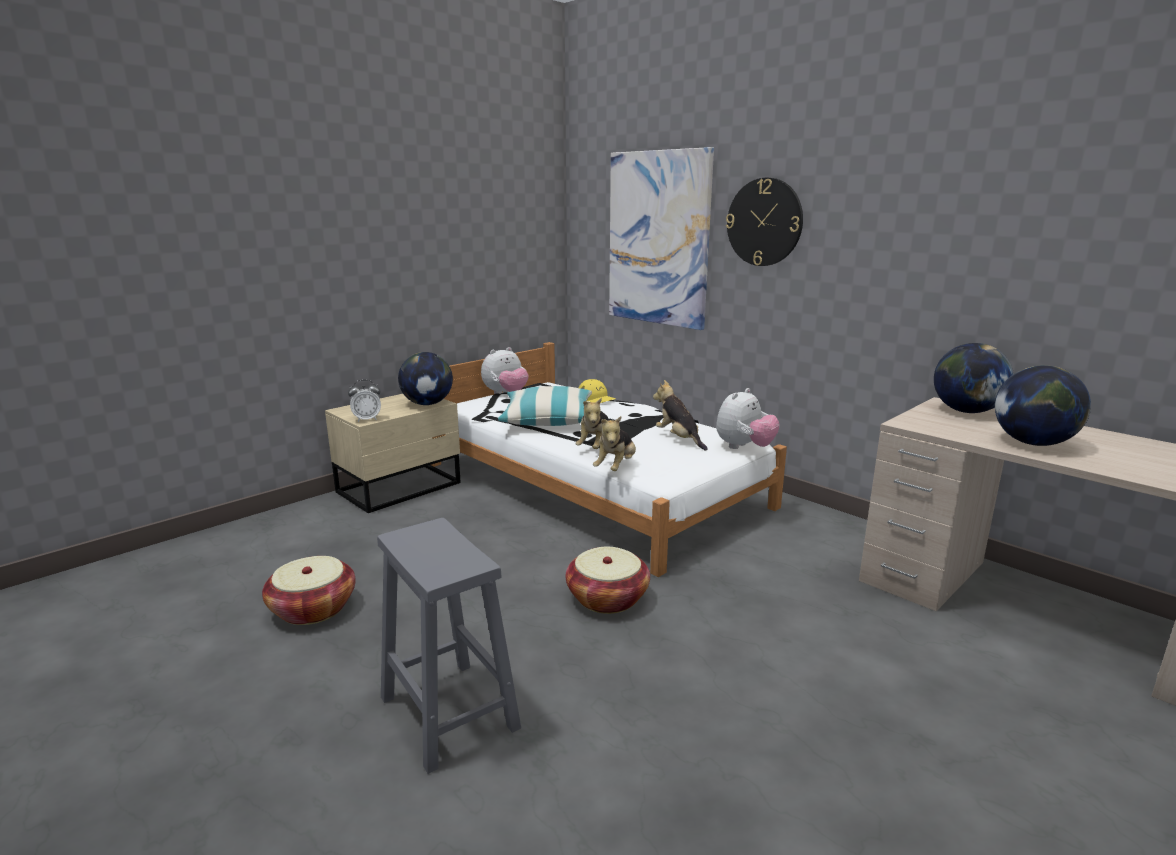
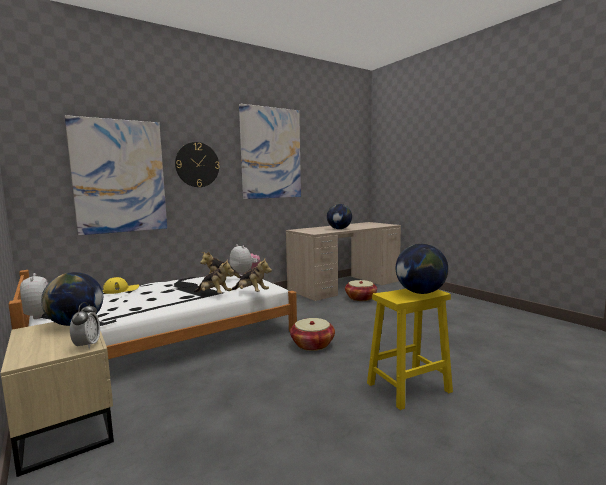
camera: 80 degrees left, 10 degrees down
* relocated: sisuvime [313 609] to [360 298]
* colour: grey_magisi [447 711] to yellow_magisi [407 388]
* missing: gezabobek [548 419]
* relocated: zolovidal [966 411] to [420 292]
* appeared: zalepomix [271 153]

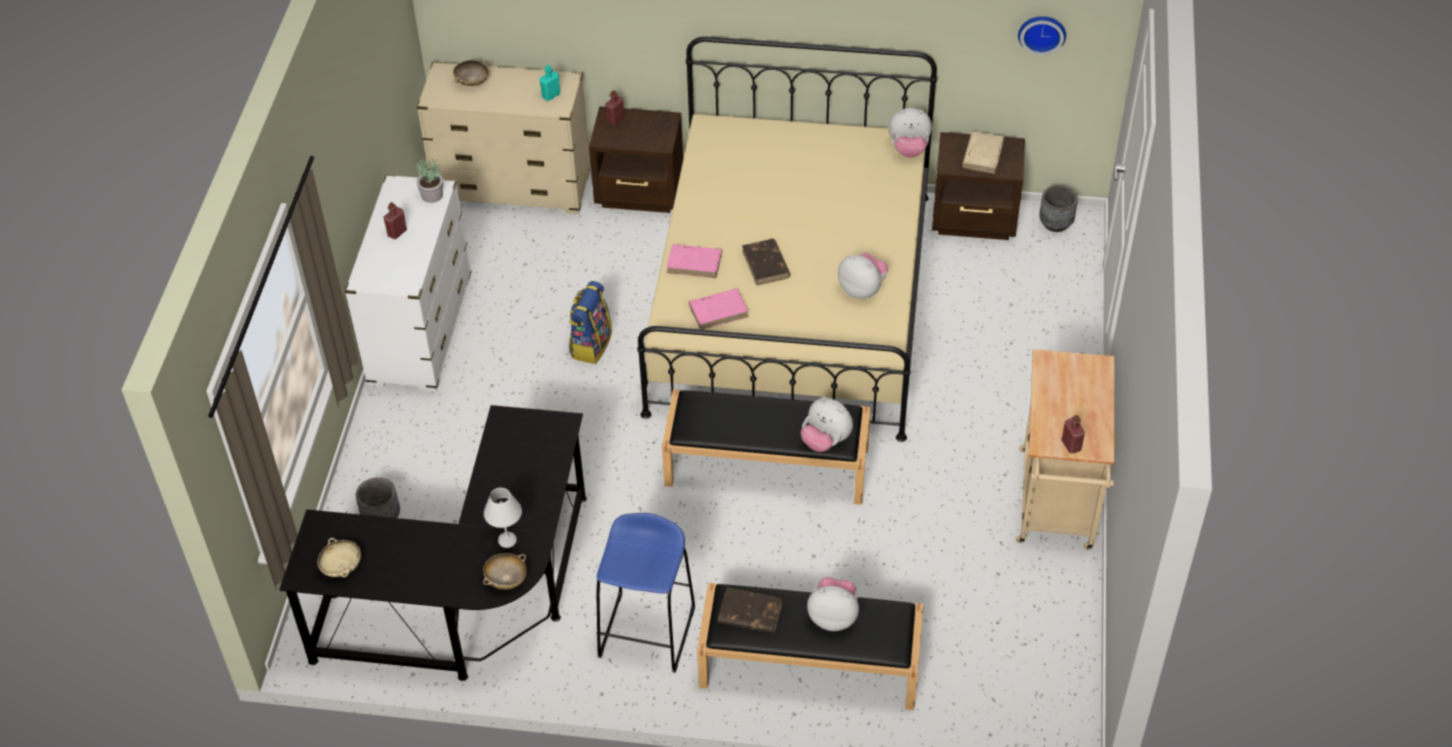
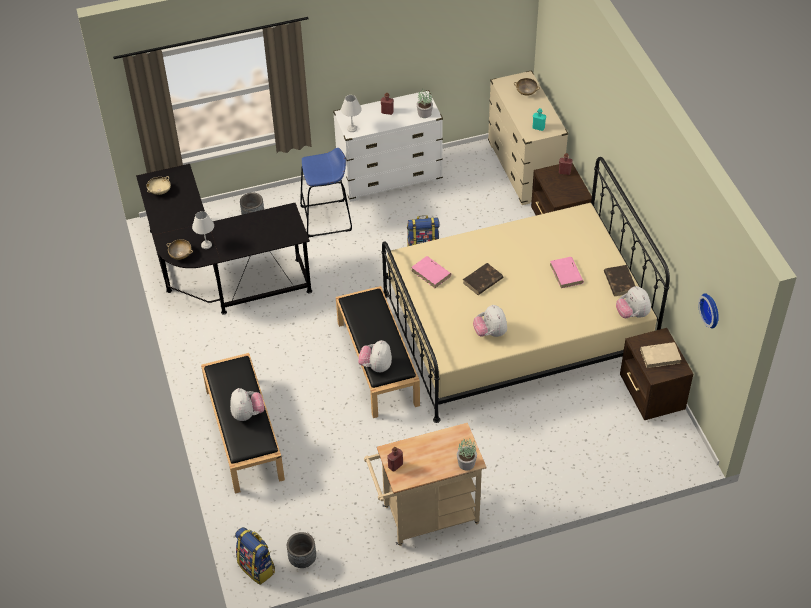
camera: 65 degrees right, 0 degrees up
* relocated: blue_magisi [647 632] to [326 218]
* relocated: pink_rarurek [695 263] to [566 274]
* relocated: brown_rarurek [749 613] to [619 282]
* spun: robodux [862 289] = [490 333] 150 degrees clockwise
* relocated: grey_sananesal [1055 223] to [302 559]
* appeared: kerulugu [257 567]
* appeared: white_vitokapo [351 129]
* appeared: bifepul [466 463]

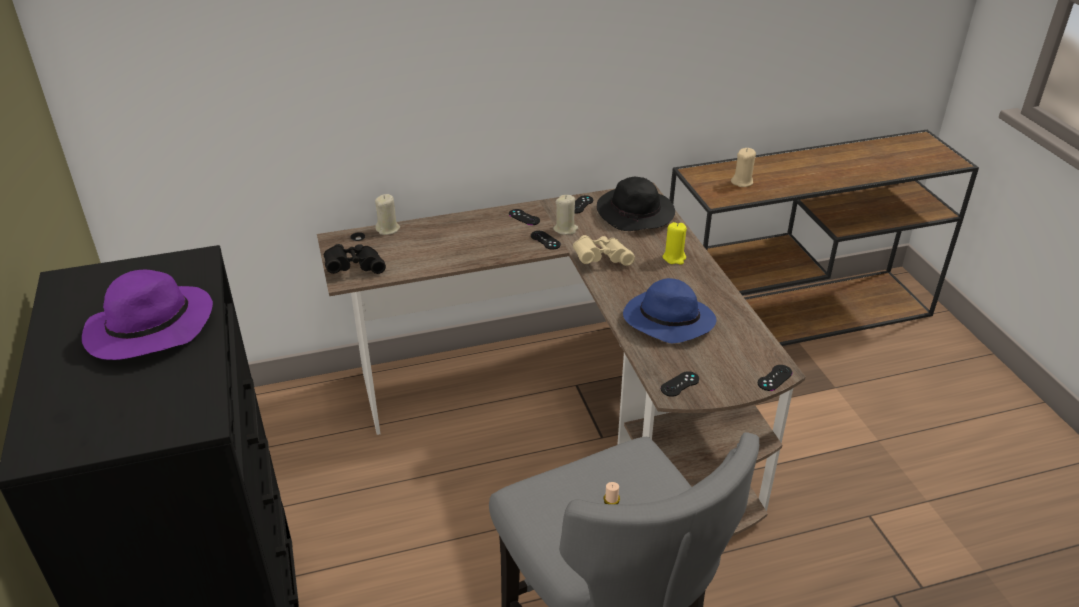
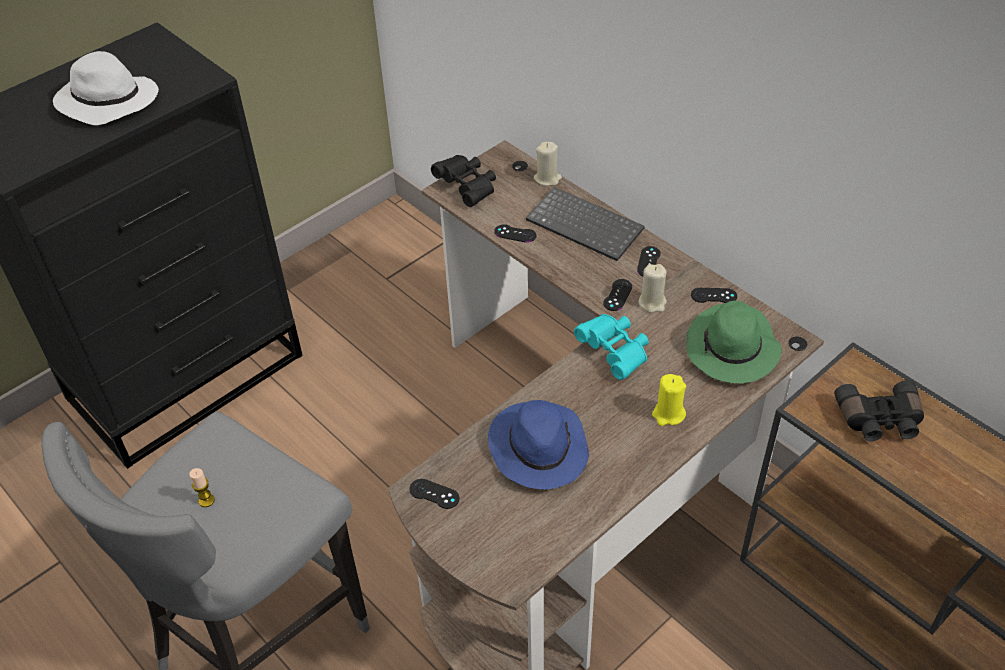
camera: 65 degrees right, 10 degrees up
* colour: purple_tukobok [149 330] to white_tukobok [106 102]
* colour: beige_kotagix [601 259] to turquoise_kotagix [615 353]
* colour: black_tukobok [636 214] to green_tukobok [732 349]
* exchanged: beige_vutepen [742 182] to black_kotagix [879 421]
* relocated: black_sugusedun [774 378] to [515 234]
* appeared: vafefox [587 225]

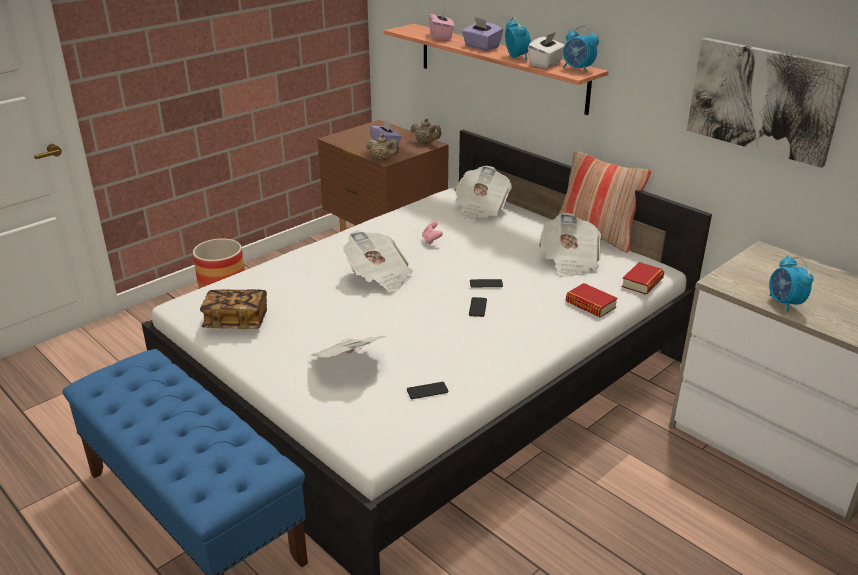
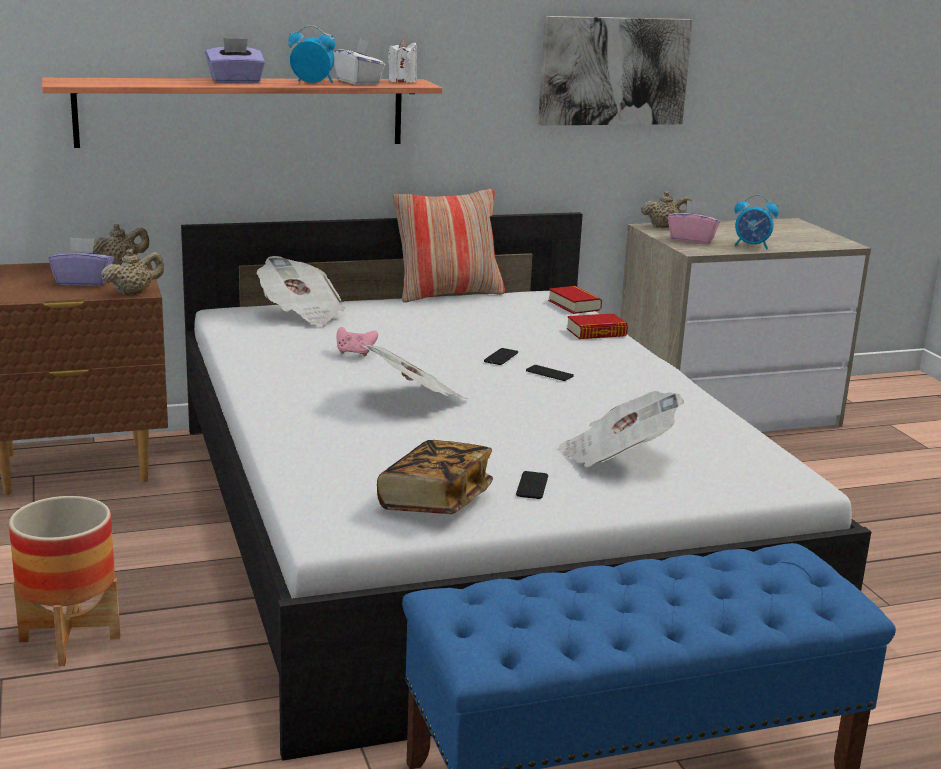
camera: 65 degrees left, 10 degrees down
* relocated: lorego [427 391] to [532 486]
* relocated: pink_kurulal [441 36] to [692 239]
* missing: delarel [569 261]
* exchanged: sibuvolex [578 69] to white_vutepen [402 81]
* appeared: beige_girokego [664 227]

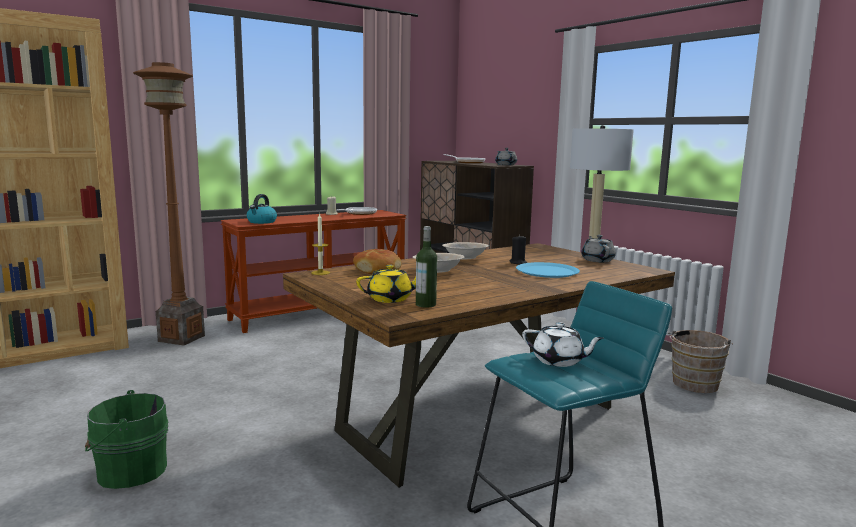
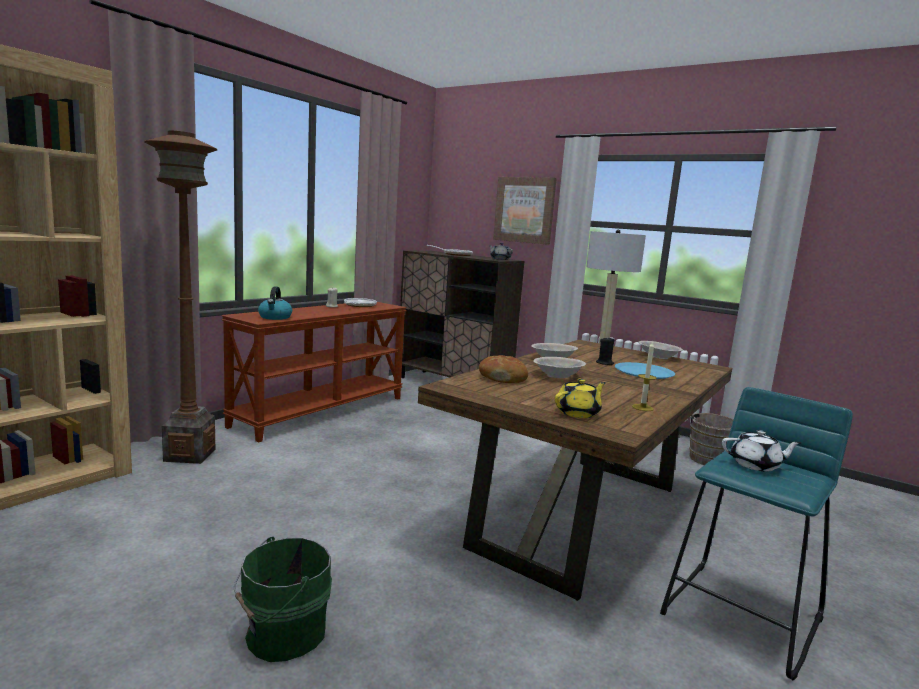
camera: 20 degrees left, 0 degrees up
* relocated: vutepen [320 273] to [642 407]
* missing: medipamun [425 304]
* exchanged: grey_girokego [597 260] to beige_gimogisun [658 357]
* appeared: zalepomix [524 210]

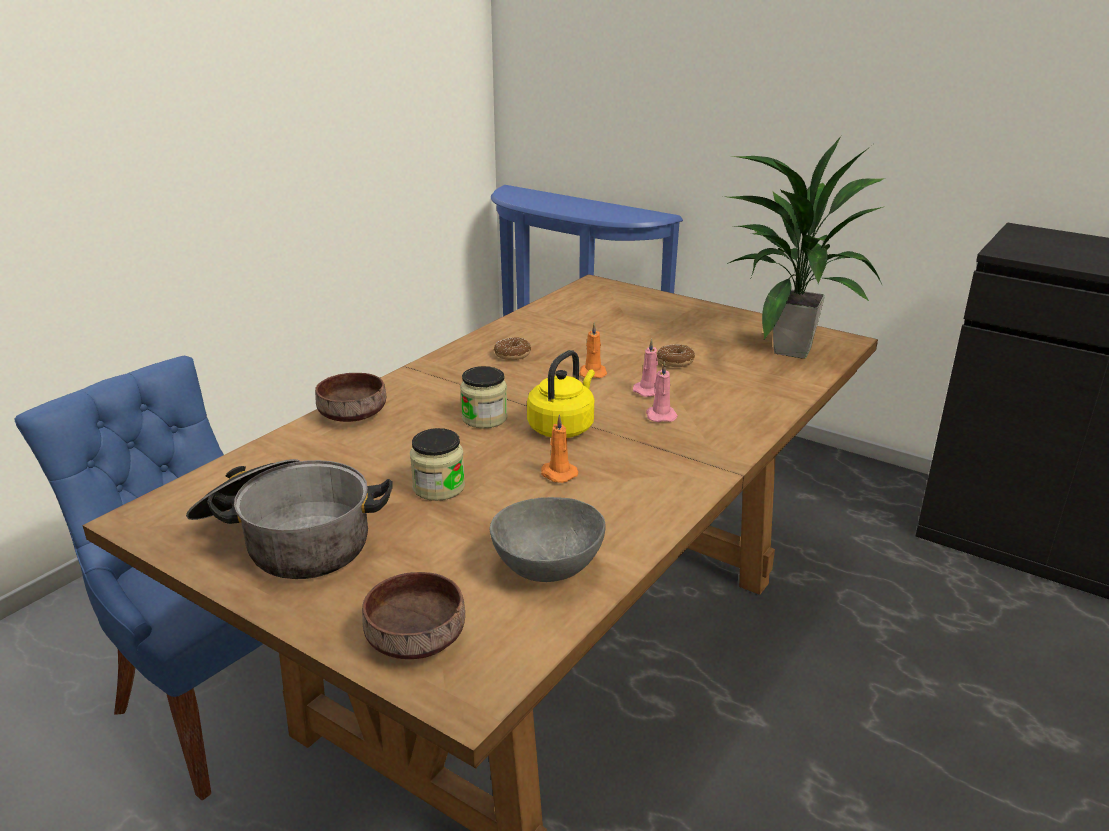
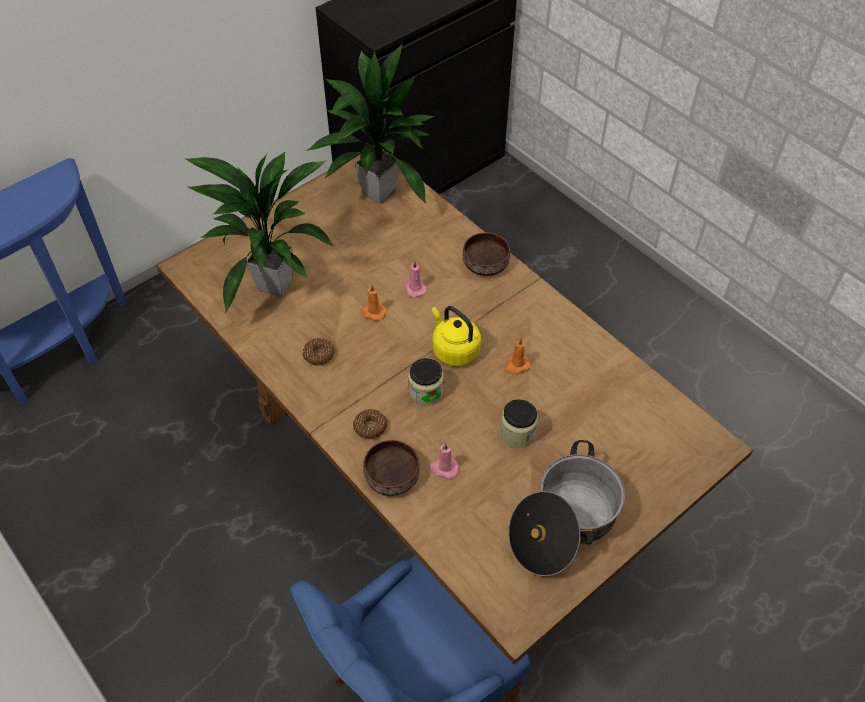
camera: 75 degrees left, 25 degrees up
* relocated: brown_gimogisun [414 637] to [484 264]
* missing: grey_gimogisun [550 569]
* relocated: pink_vutepen [660 415] to [443 468]
* relocated: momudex [675 361] to [370 427]
* appeared: bifepul [274 284]

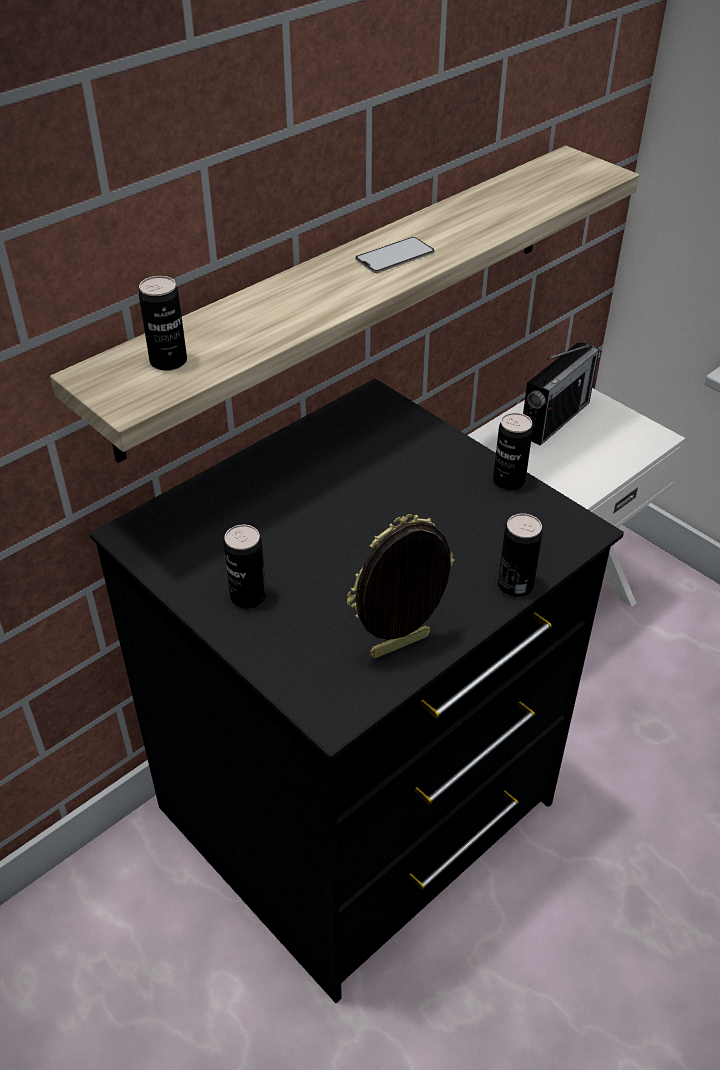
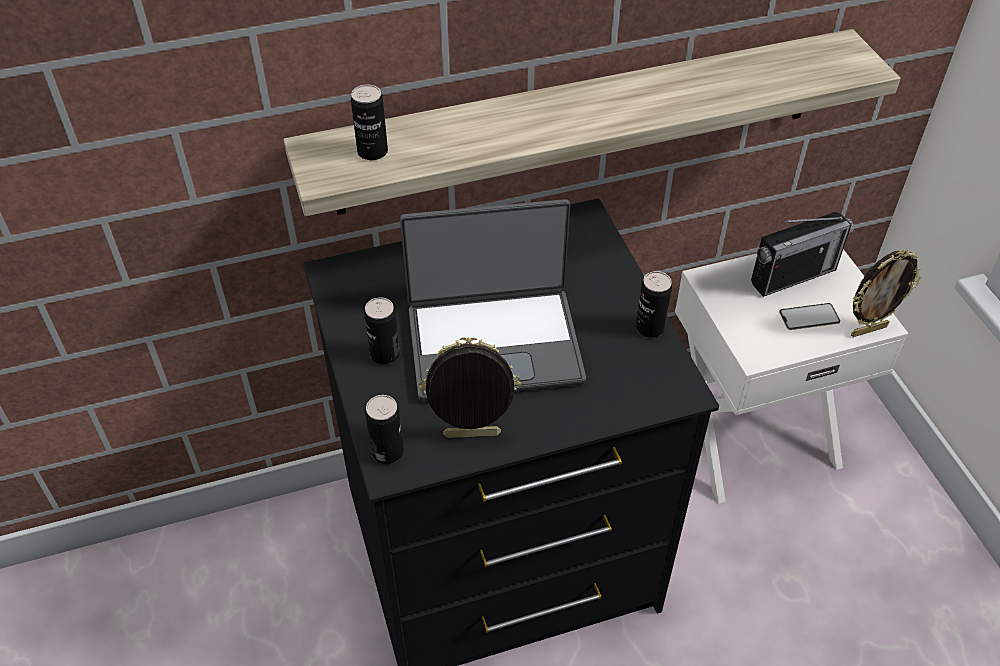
camera: 25 degrees right, 5 degrees up
* relocated: lorego [395 256] to [809 317]
* relocated: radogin [515 585] to [387 452]
* appeared: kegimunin [494 343]
* appeared: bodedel [868 330]

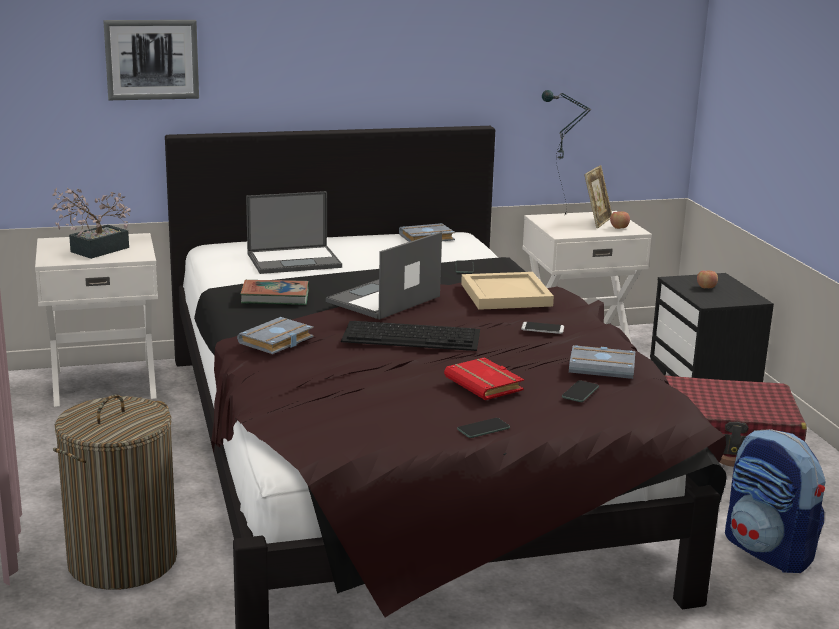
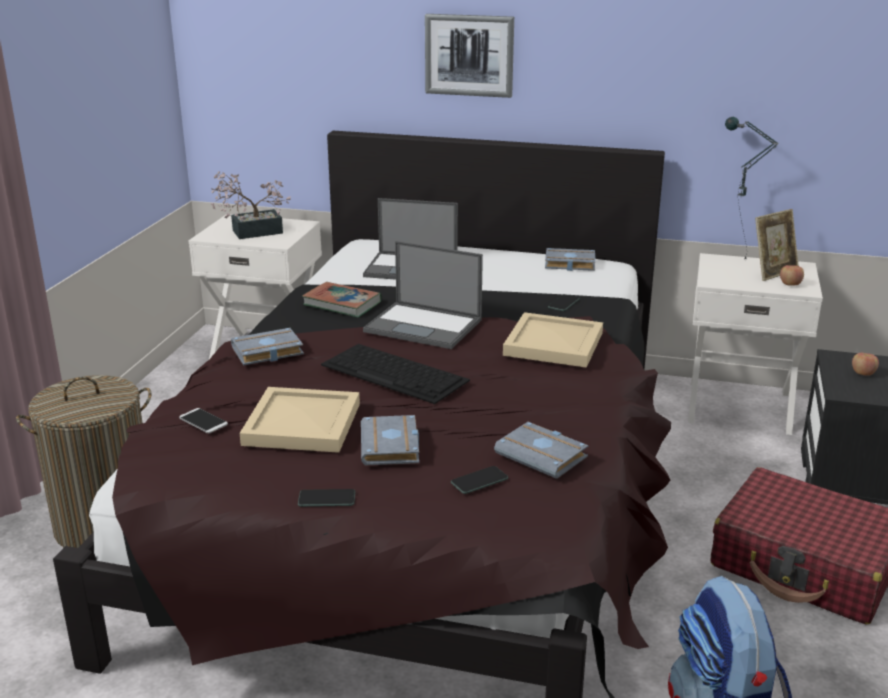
camera: 30 degrees right, 5 degrees up
* relocated: zalepomix [151 59] to [469 55]
* spun: kegimunin [383 300] = [424 326] 135 degrees counterclockwise
* colour: red_rarurek [486 384] to grey_rarurek [392 447]
* relocated: lorego [542 328] to [203 421]
* appeared: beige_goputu [303 425]

